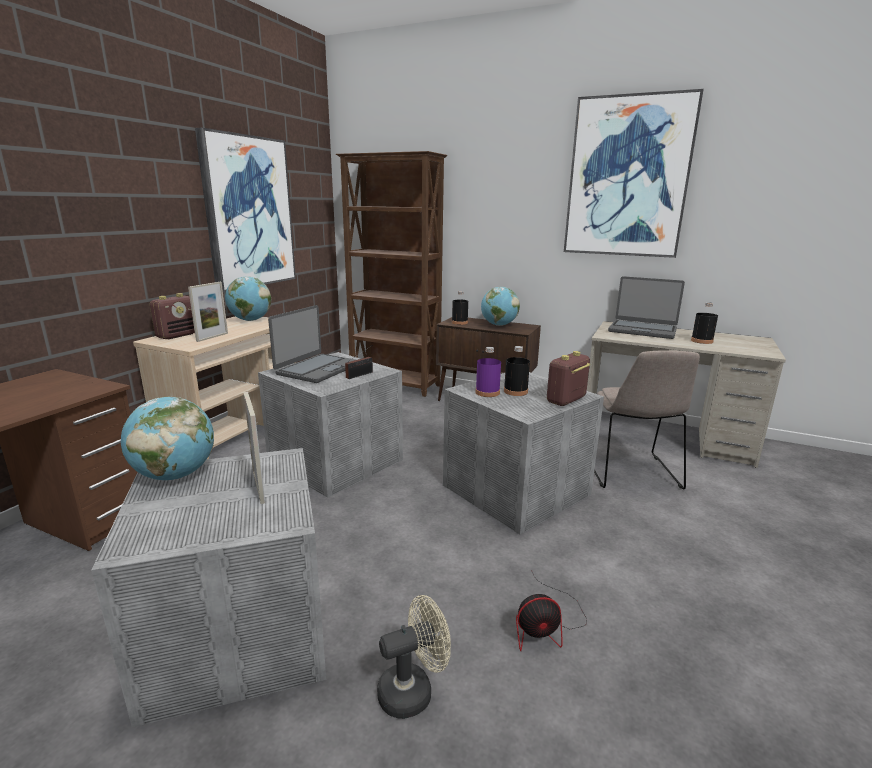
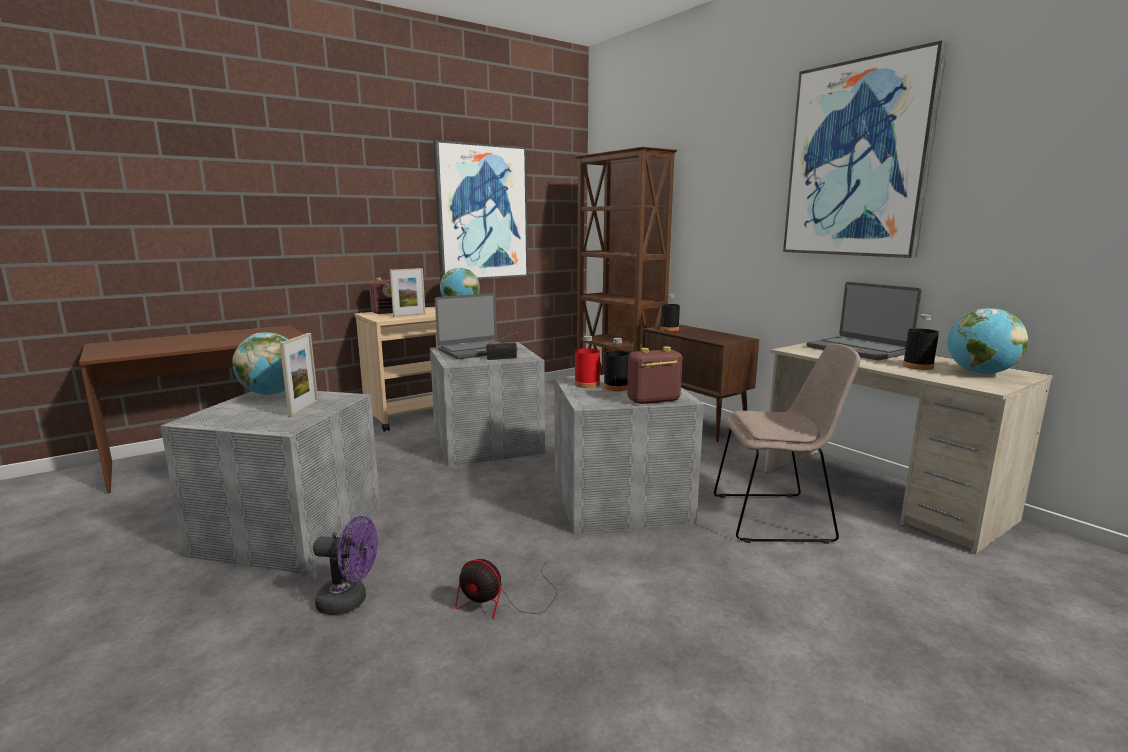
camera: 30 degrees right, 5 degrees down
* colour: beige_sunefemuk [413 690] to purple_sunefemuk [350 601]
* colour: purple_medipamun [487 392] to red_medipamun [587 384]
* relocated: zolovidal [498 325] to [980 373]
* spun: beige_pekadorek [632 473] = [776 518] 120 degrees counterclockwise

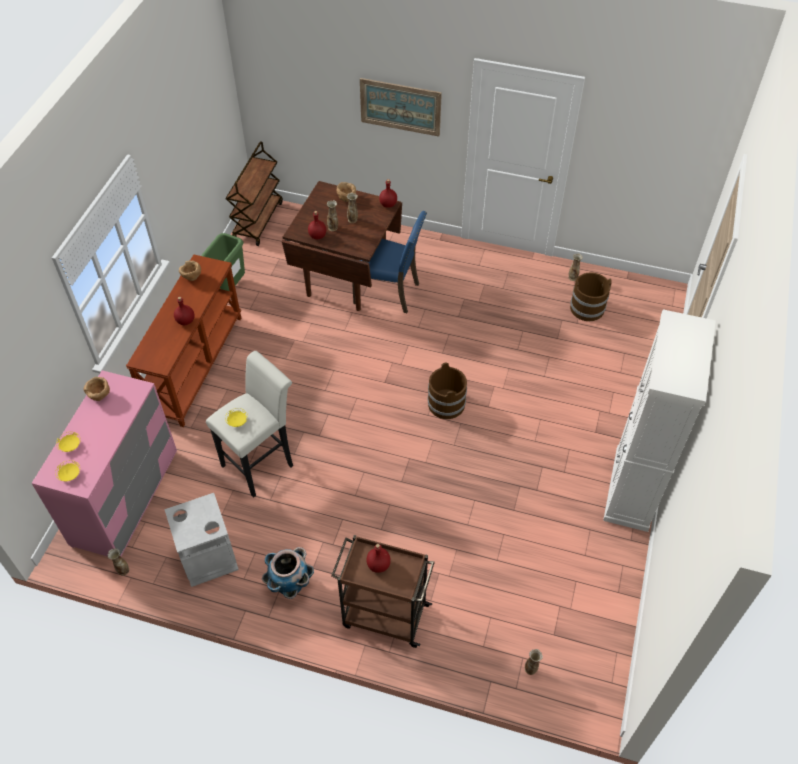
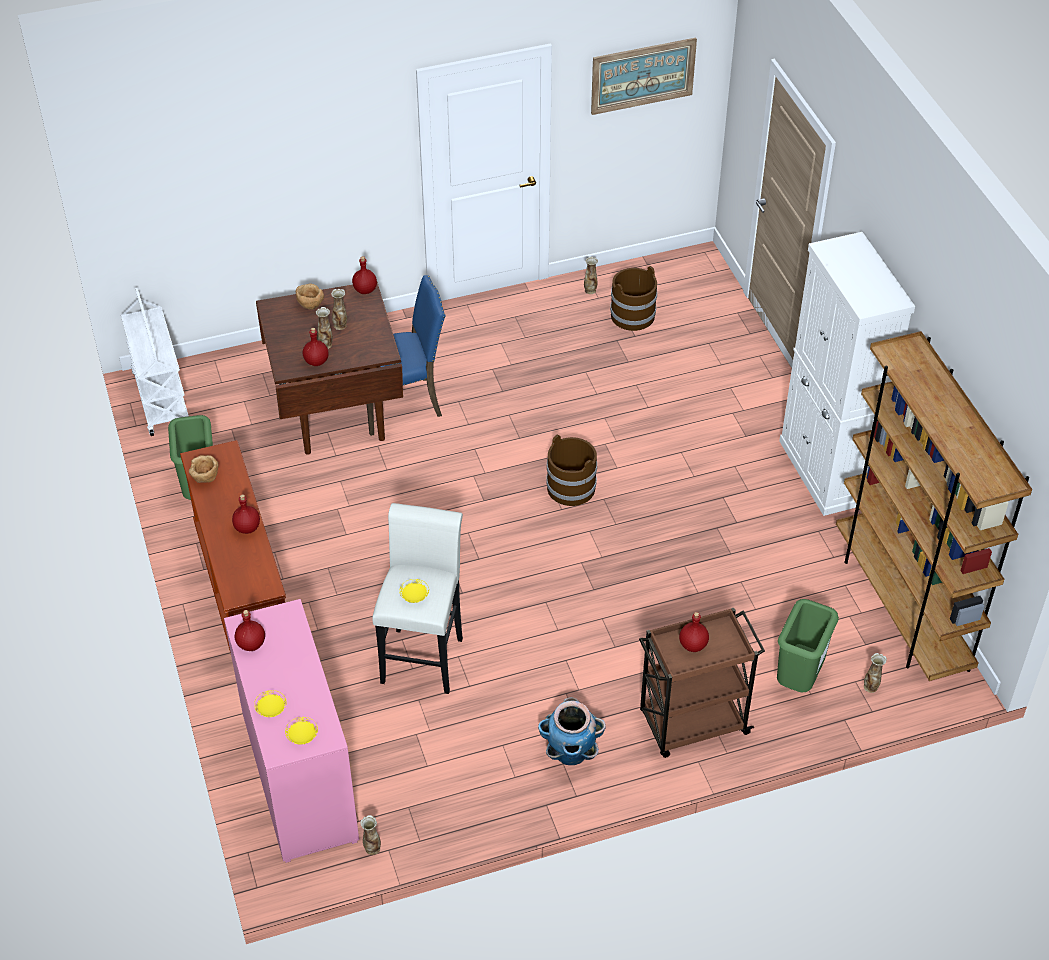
camera: 35 degrees left, 5 degrees down
* exchanged: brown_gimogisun [100 396] to red_medipamun [251 644]
* missing: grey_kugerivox [209 558]
* colour: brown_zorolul [257 221] to white_zorolul [160 398]
* relocated: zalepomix [400 106] to [643 75]
* appeared: green_kugerivox [799 680]
* appeared: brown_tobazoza [901 607]

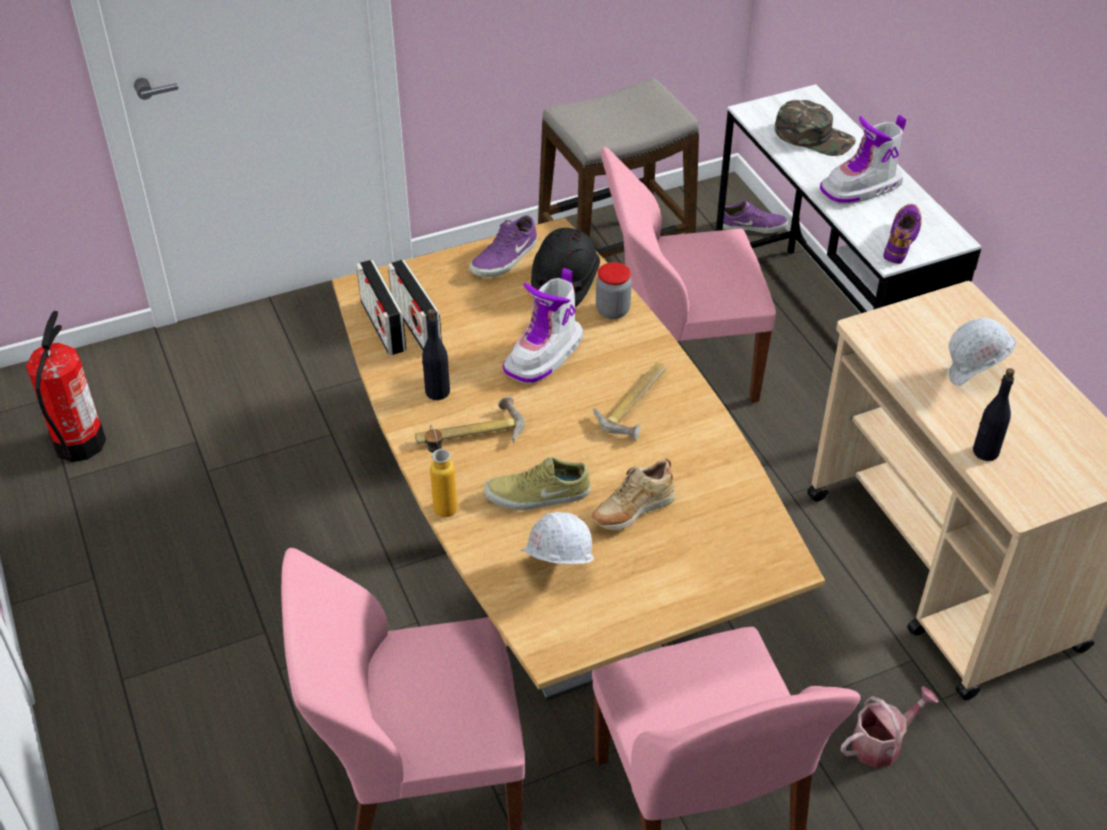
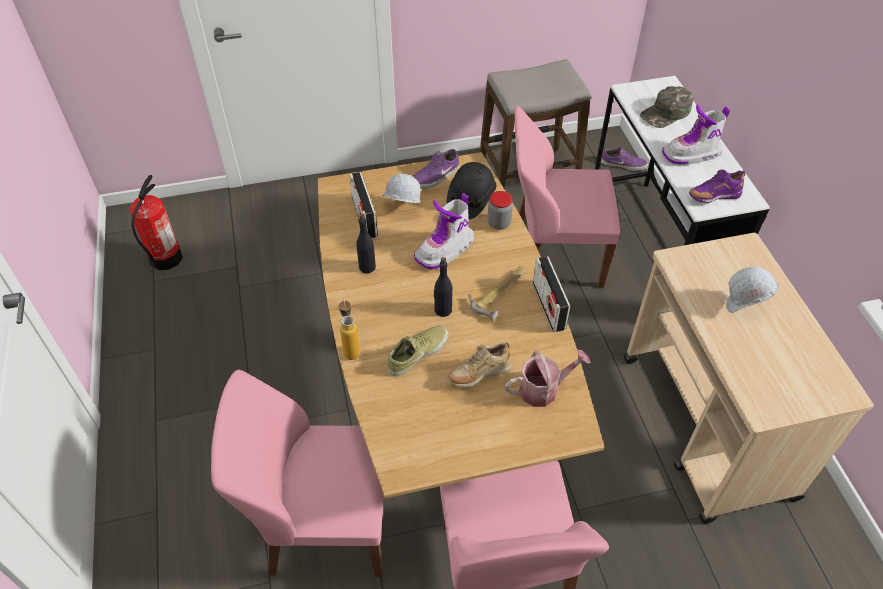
camera: 10 degrees right, 5 degrees up
* relocated: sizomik [383 326] to [548 306]
* missing: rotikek [469 431]
* spun: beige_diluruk [537 495] = [417 352] 135 degrees clockwise
* relocated: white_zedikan [556 572] to [401 210]
* spun: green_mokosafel [814 136] = [666 113] 105 degrees clockwise
* relocated: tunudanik [881 742] to [543 389]
* spun: purple_diluruk [902 241] = [713 197] 135 degrees counterclockwise
* relocated: black_medipamun [985 452] to [442 310]

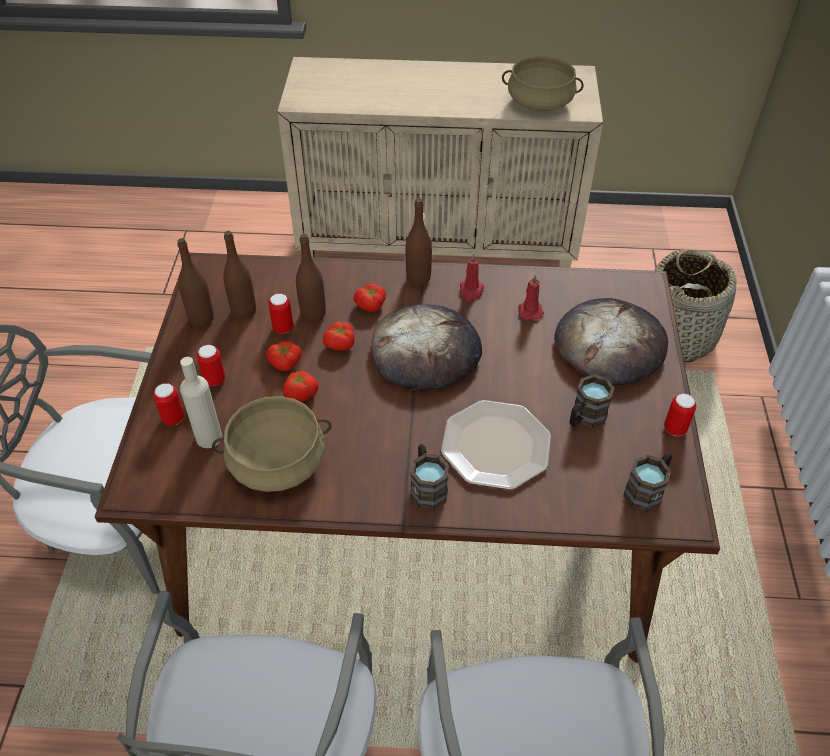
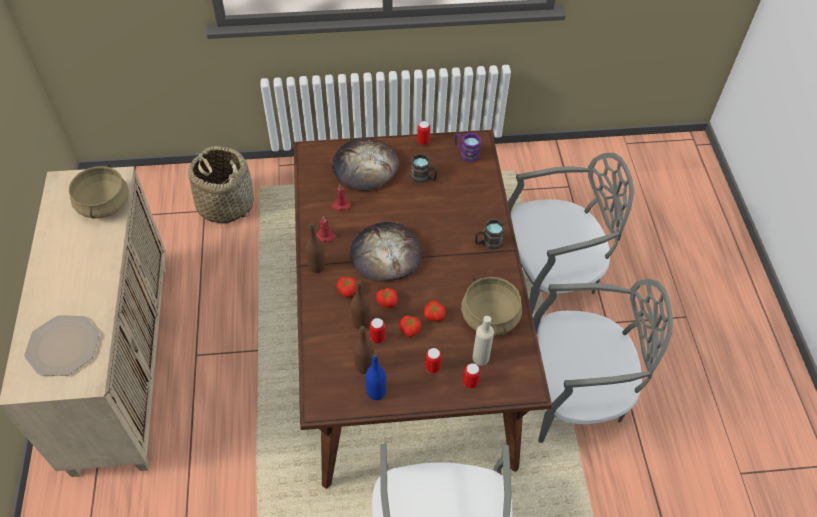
camera: 100 degrees left, 5 degrees up
* colour: brown_medipamun [201 318] to blue_medipamun [376 392]
* relocated: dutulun [497 446] to [63 345]
* colour: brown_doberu [647 490] to purple_doberu [466 153]

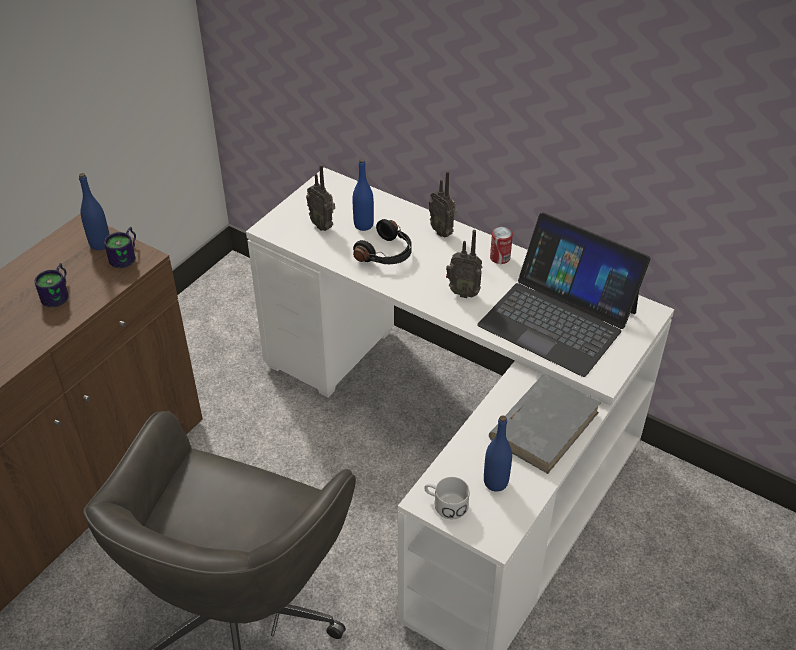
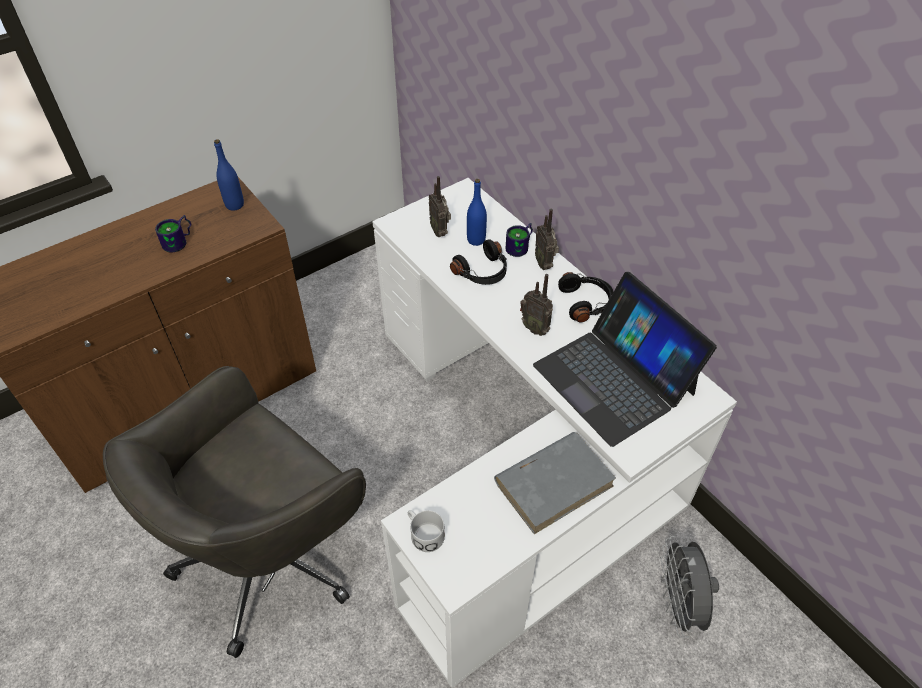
camera: 20 degrees right, 5 degrees up
* relocated: doberu [127 256] to [521 247]
* missing: blue_medipamun [495 482]
* exchanged: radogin [500 258] to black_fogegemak [586 303]
* appeared: grey_sunefemuk [678 605]

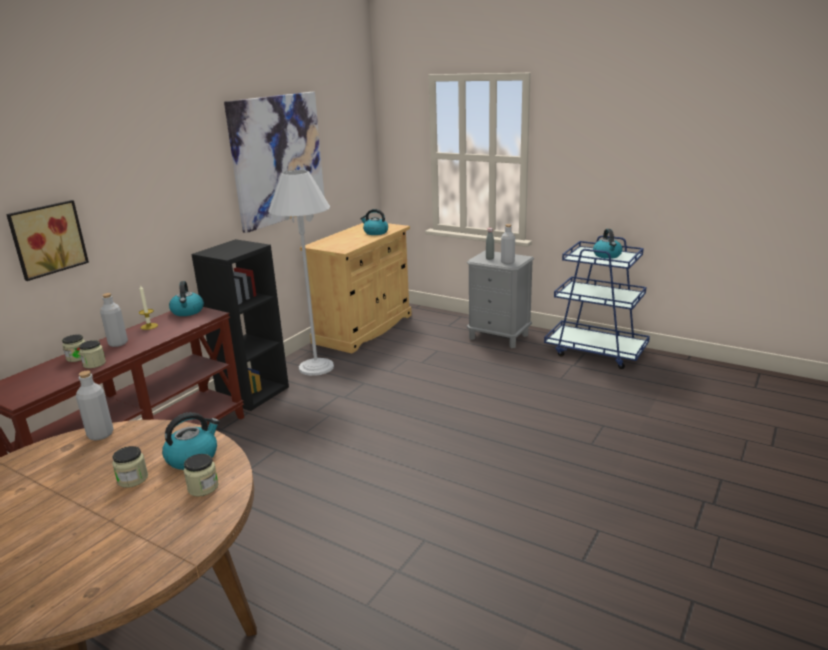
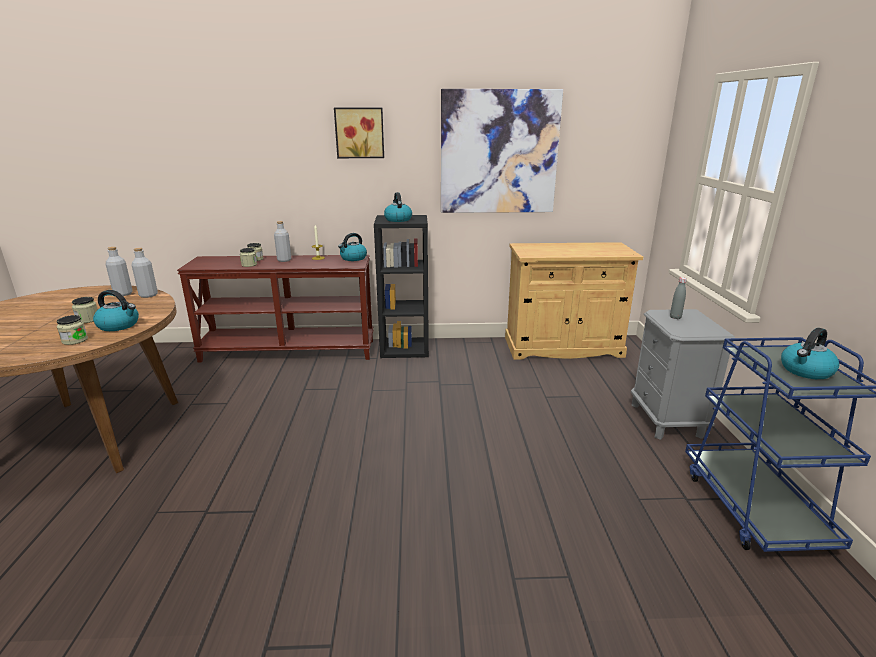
camera: 55 degrees right, 0 degrees up
* relocated: zalepomix [47 239] to [359 133]
* missing: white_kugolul [316 367]
* relocated: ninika [375 232] to [398 219]
* relocated: grey_medipamun [507 262] to [123 294]

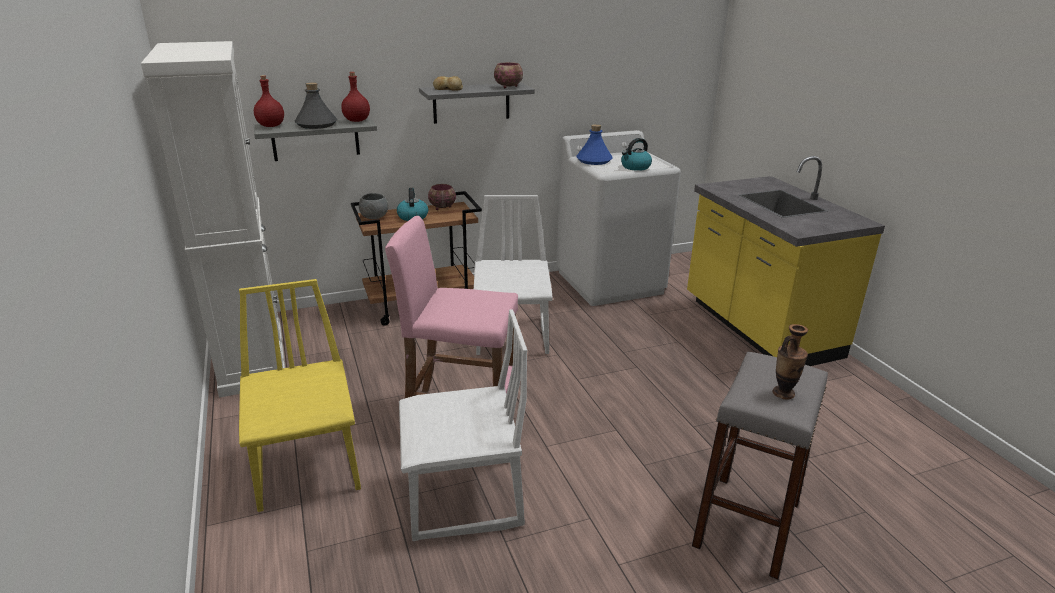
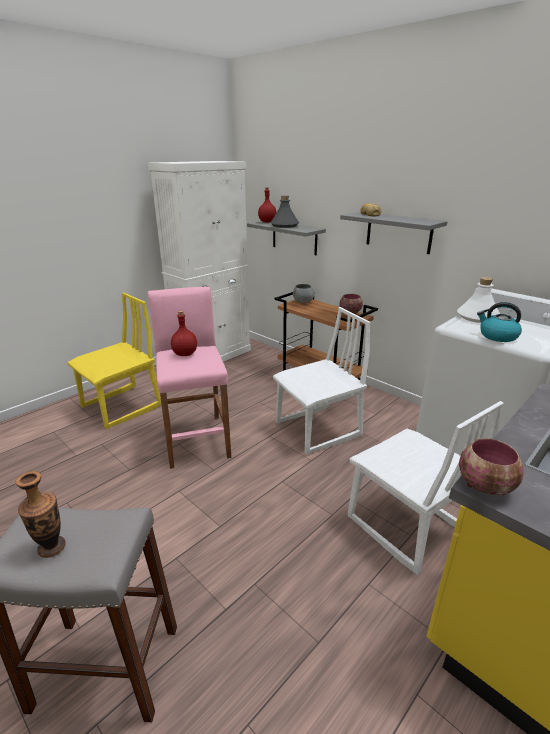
camera: 65 degrees right, 0 degrees up
* relocated: red_medipamun [356 120] to [185 354]
* missing: ninika [412 216]
* relocated: white_pekadorek [464 499] to [405 526]
* relocated: gimogisun [509 87] to [486 487]
* colour: blue_medipamun [593 161] to white_medipamun [477 317]

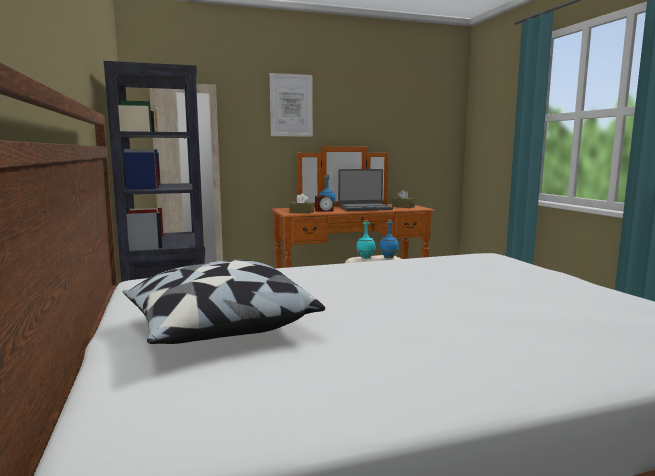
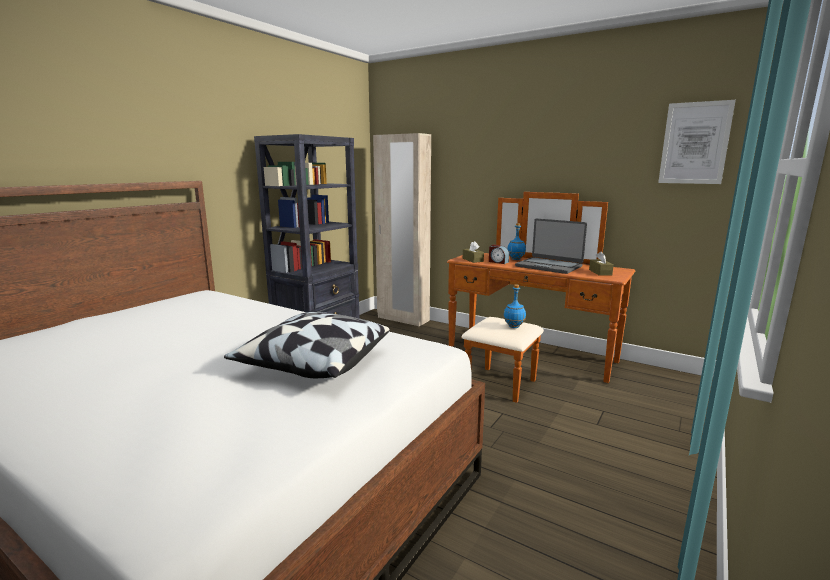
camera: 50 degrees right, 5 degrees up
* relocated: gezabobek [218 329] to [313 364]
* relocated: zalepomix [291 105] to [695 143]
* missing: turquoise_medipamun [366 258]

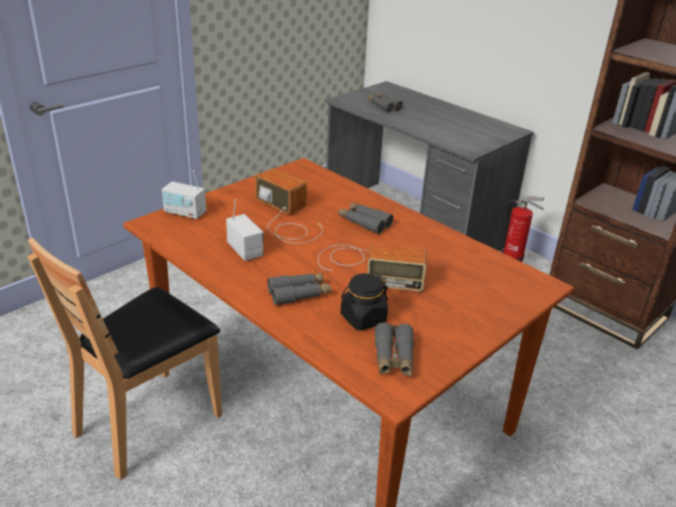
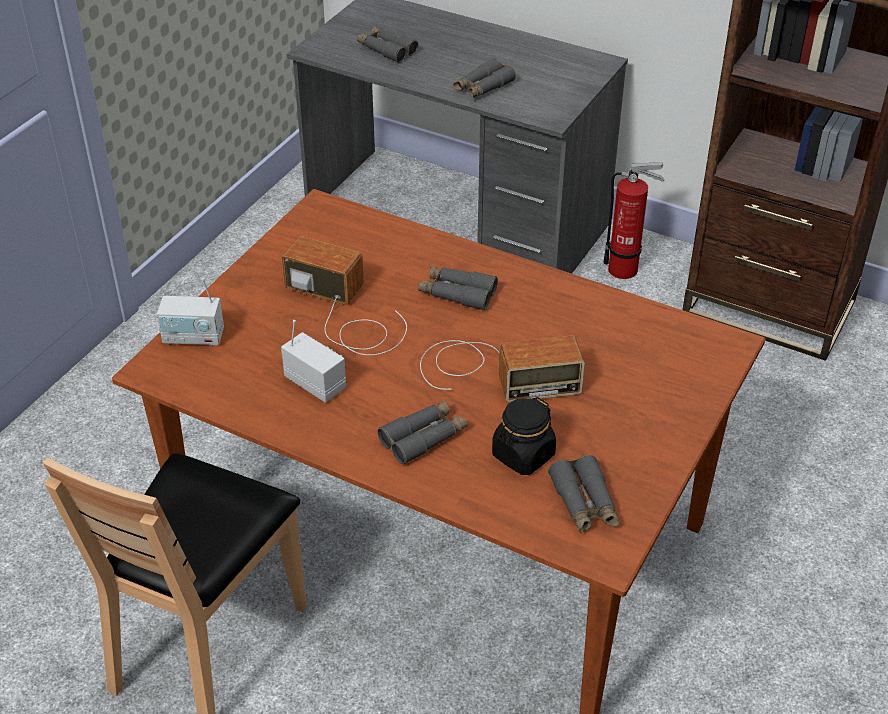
camera: 15 degrees left, 10 degrees up
* appeared: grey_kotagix [483 87]

